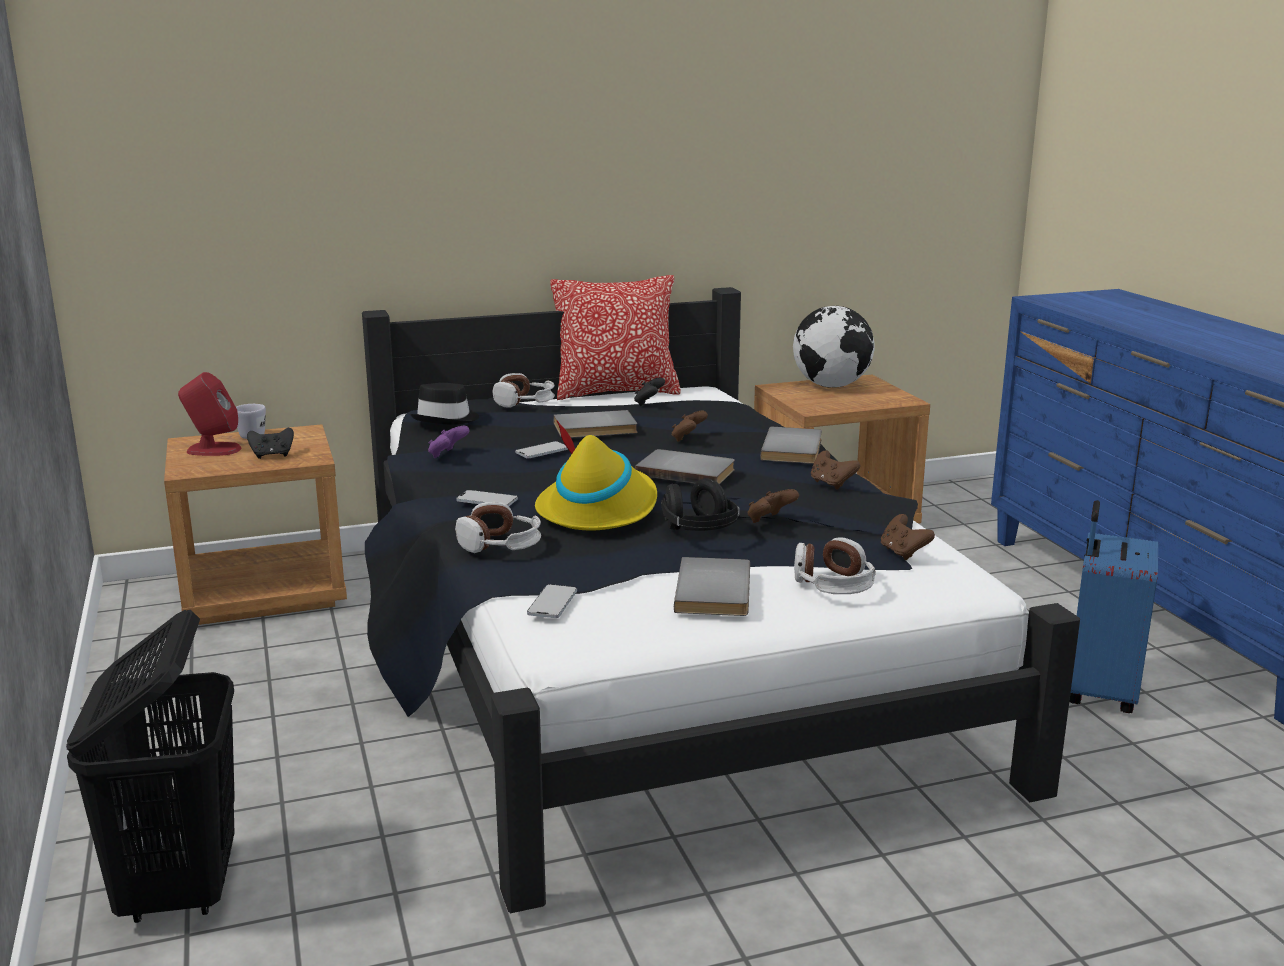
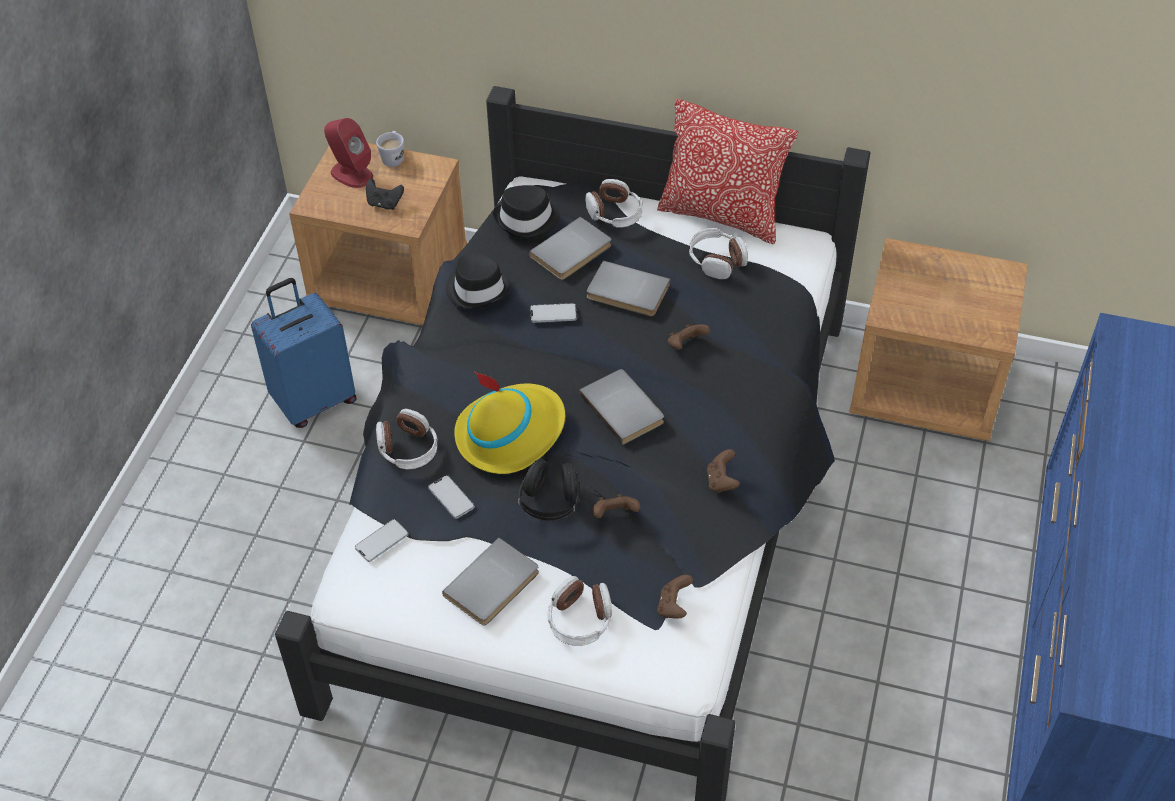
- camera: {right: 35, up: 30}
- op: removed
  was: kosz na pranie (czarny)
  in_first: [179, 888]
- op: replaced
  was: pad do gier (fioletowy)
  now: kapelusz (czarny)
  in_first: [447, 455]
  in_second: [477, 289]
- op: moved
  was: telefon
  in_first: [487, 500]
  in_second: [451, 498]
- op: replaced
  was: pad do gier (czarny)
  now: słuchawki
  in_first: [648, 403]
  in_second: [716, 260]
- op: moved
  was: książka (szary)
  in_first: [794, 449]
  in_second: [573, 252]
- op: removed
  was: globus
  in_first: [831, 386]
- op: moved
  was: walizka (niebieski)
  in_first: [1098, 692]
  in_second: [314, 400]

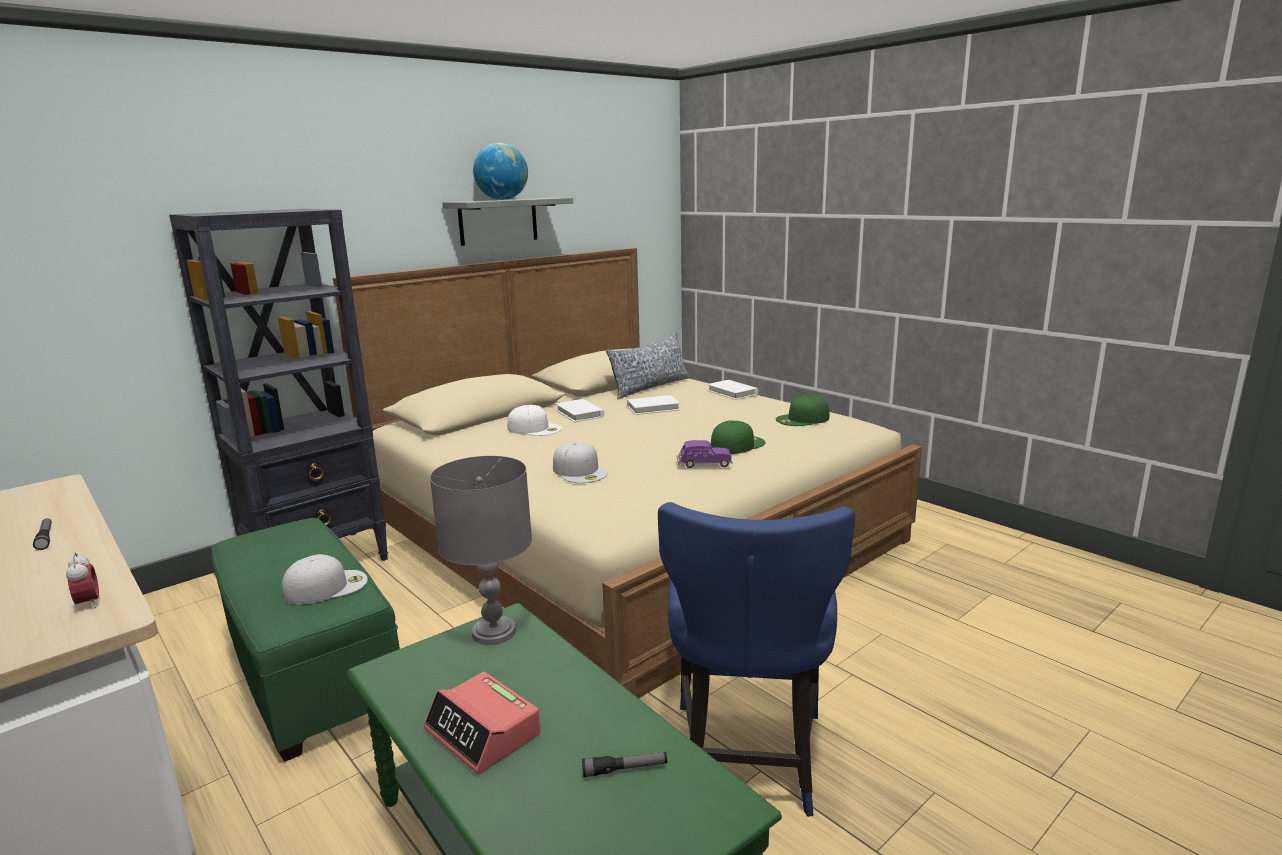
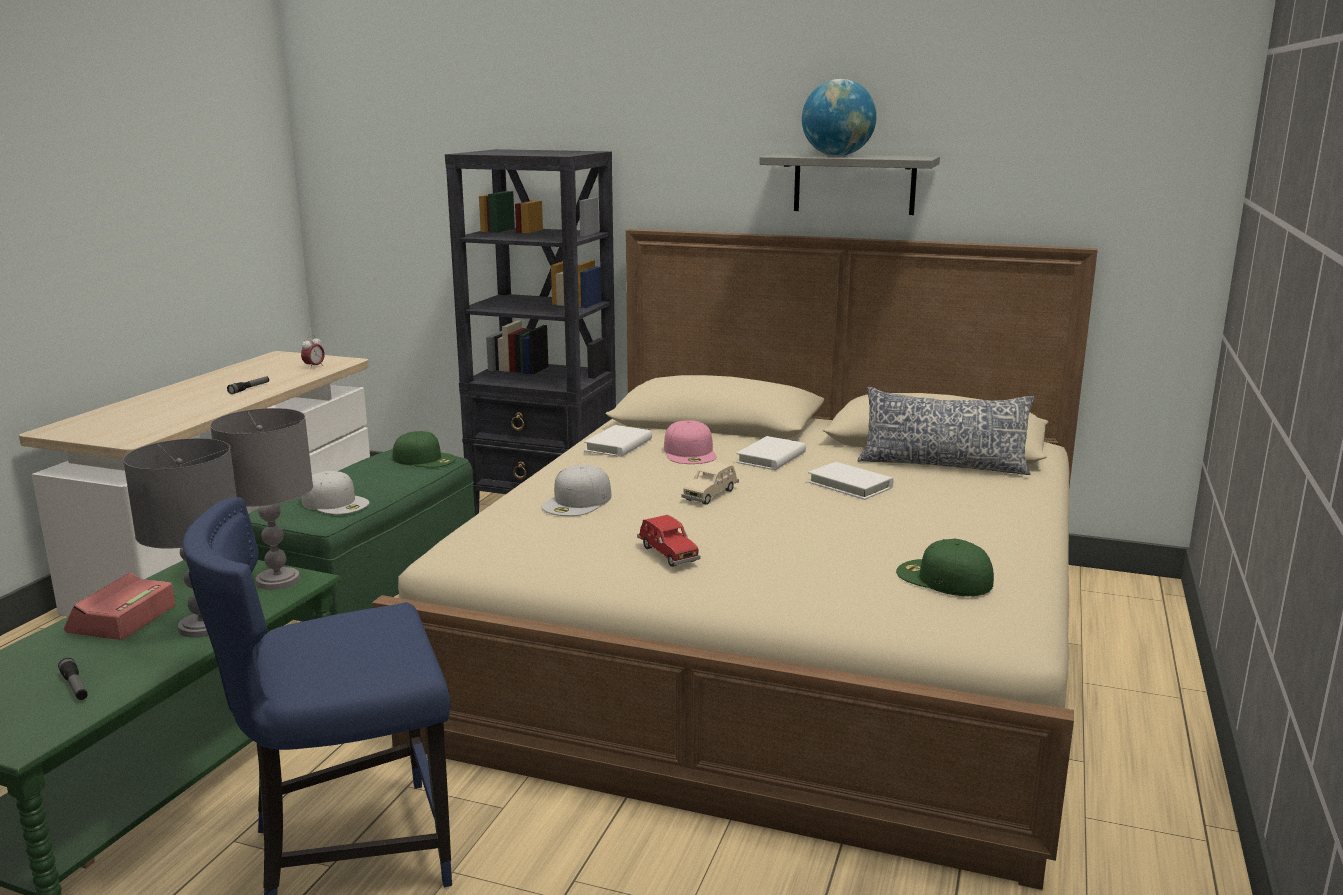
- camera: {right: 60, up: 0}
- op: moved
  was: budzik
  in_first: [88, 604]
  in_second: [314, 367]
- op: recoloured
  was: czapka z daszkiem (biały)
  now: czapka z daszkiem (różowy)
  in_first: [535, 428]
  in_second: [690, 452]
- op: recoloured
  was: samochodzik (fioletowy)
  now: samochodzik (czerwony)
  in_first: [704, 464]
  in_second: [667, 554]
- op: moved
  was: książka (biały)
  in_first: [732, 392]
  in_second: [618, 445]
- op: moved
  was: czapka z daszkiem (zielony)
  in_first: [737, 444]
  in_second: [425, 459]
- op: added
  now: lampa stołowa (szary)
  in_second: [203, 627]
- op: added
  now: samochodzik (beżowy)
  in_second: [710, 495]

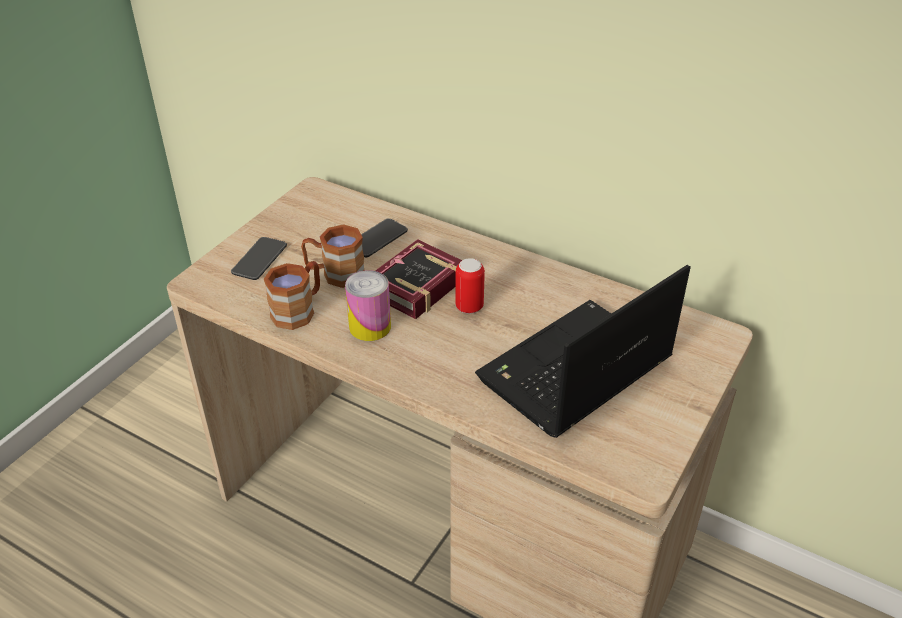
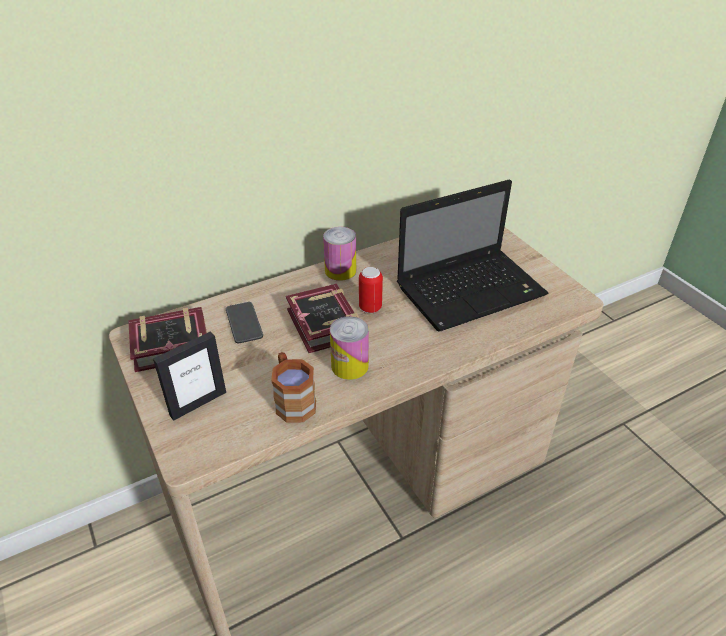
- camera: {right: -60, up: 0}
- op: replaced
  was: telefon
  now: ramka na zdjęcie
  in_first: [259, 259]
  in_second: [198, 403]
- op: removed
  was: kubek (brązowy)
  in_first: [335, 274]
- op: turned
  was: laptop
  in_first: [573, 373]
  in_second: [472, 289]
  clockwise: -105
- op: added
  now: książka
  in_second: [175, 346]
- op: added
  now: puszka
  in_second: [340, 271]

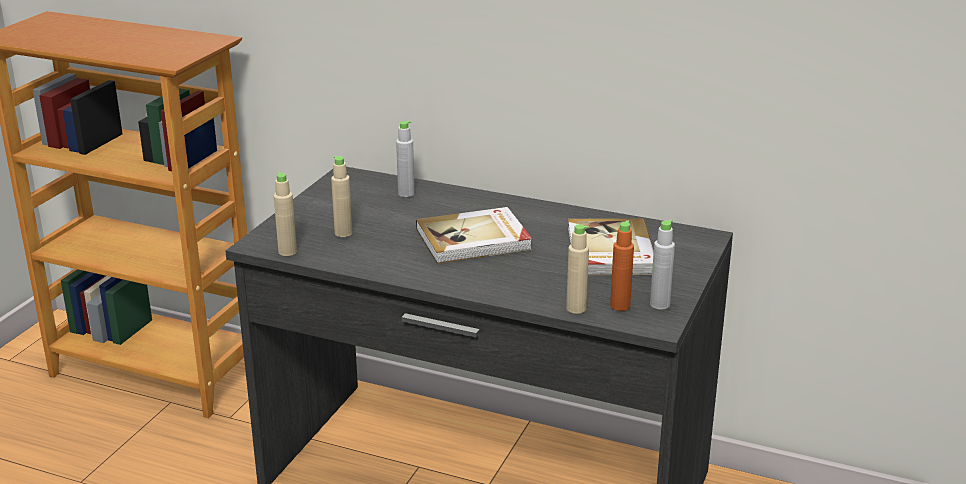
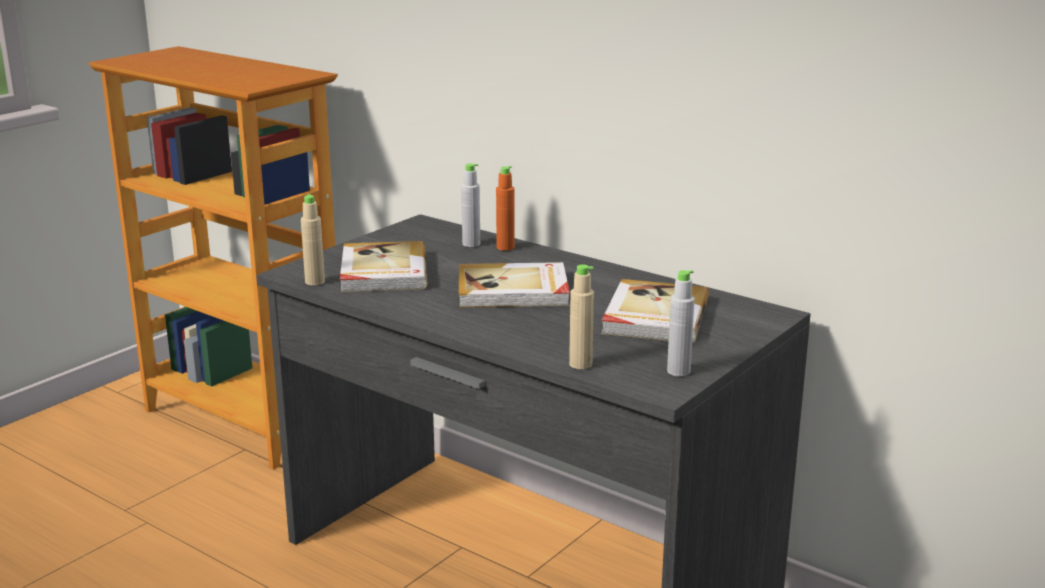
- camera: {right: 15, up: -5}
- op: replaced
  was: butelka (beżowy)
  now: książka
  in_first: [343, 233]
  in_second: [382, 272]
- op: moved
  was: butelka (pomarańczowy)
  in_first: [620, 306]
  in_second: [505, 247]

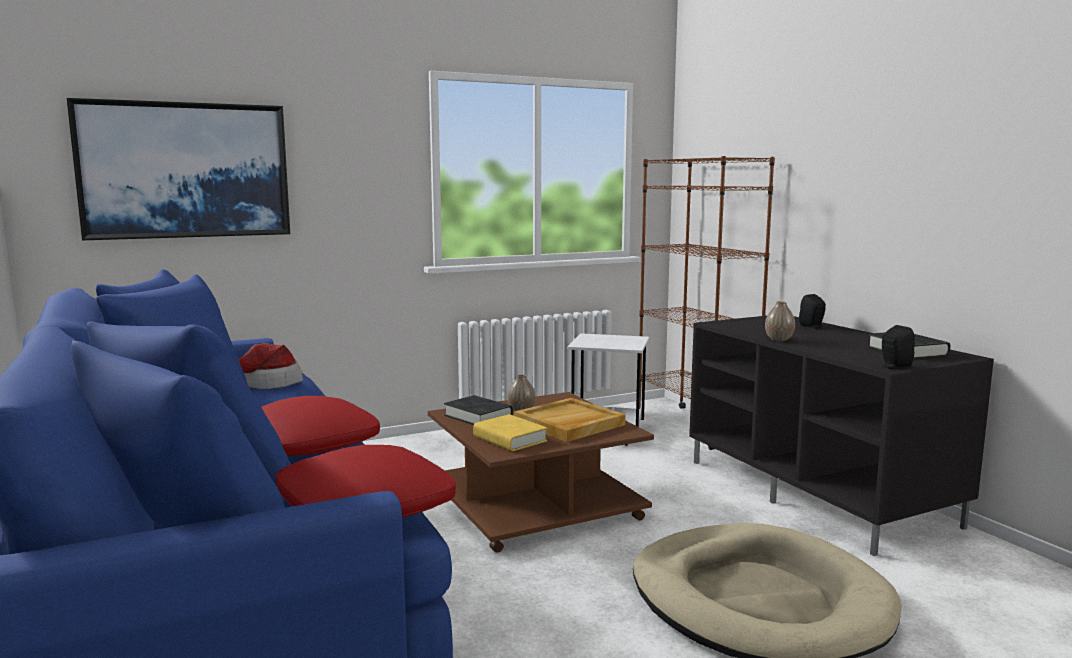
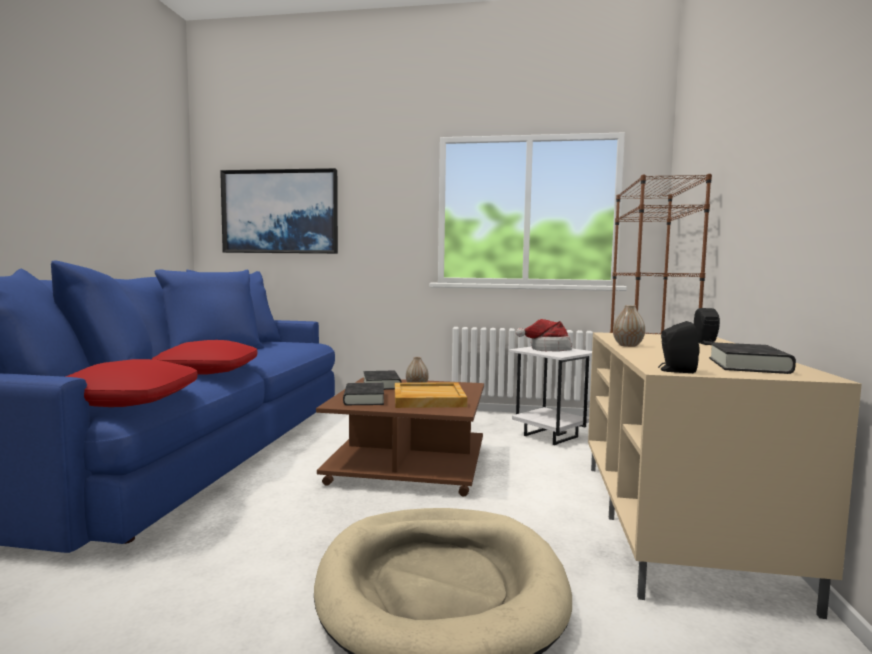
- camera: {right: 35, up: -5}
- op: moved
  was: kapelusz
  in_first: [269, 383]
  in_second: [547, 349]
- op: recoloured
  was: książka (żółty)
  now: książka (czarny)
  in_first: [510, 439]
  in_second: [364, 399]
- op: recoloured
  was: szafka pod telewizor (czarny)
  now: szafka pod telewizor (beżowy)
  in_first: [819, 492]
  in_second: [680, 525]

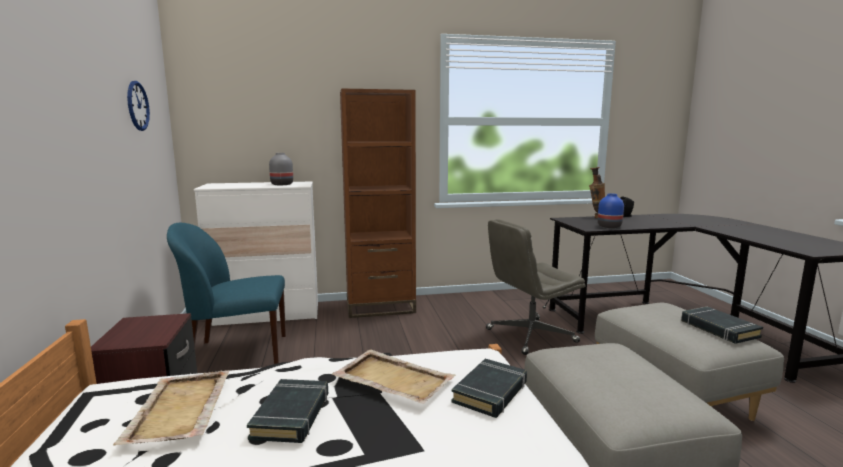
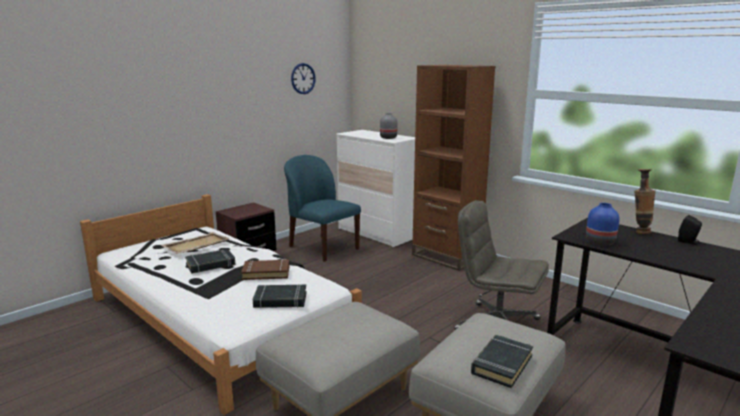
- camera: {right: 55, up: 5}
- op: replaced
  was: taca (beżowy)
  now: książka (brązowy)
  in_first: [393, 379]
  in_second: [266, 273]

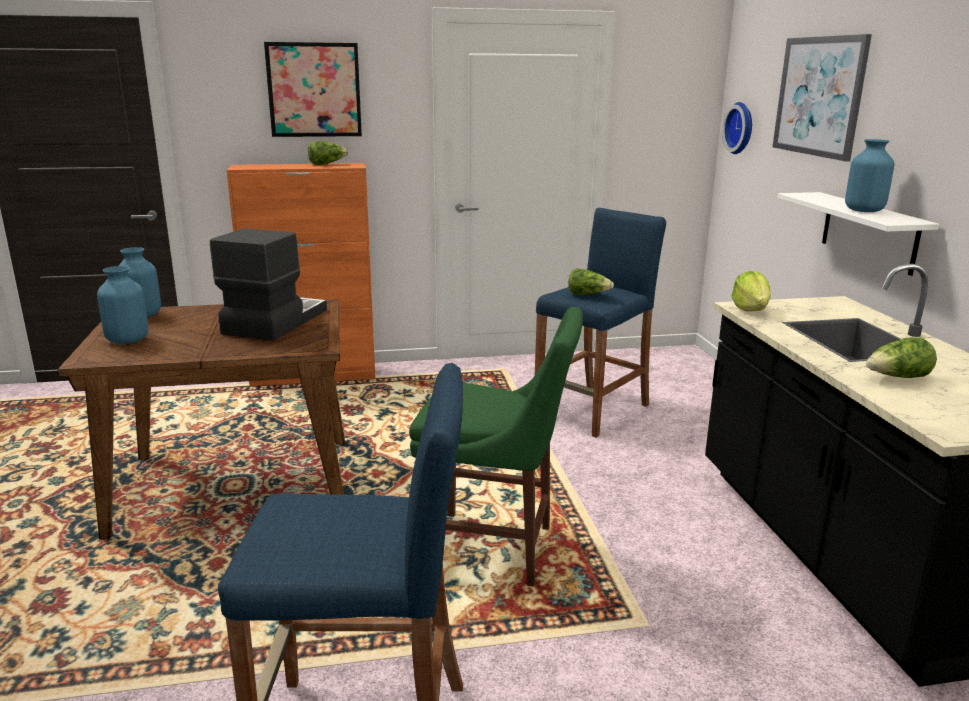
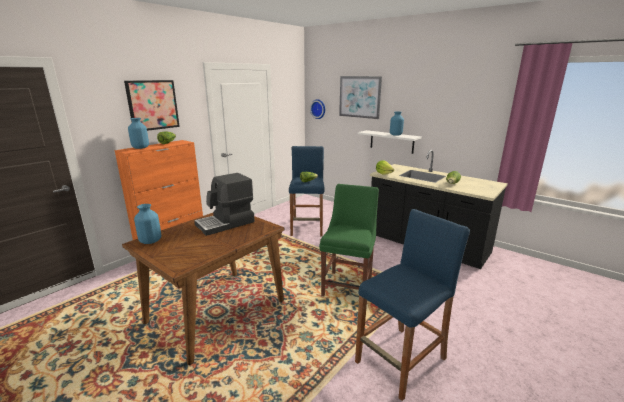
- camera: {right: -40, up: 0}
- op: moved
  was: wazon (niebieski)
  in_first: [128, 340]
  in_second: [141, 148]
- op: turned
  was: ekspres do kawy
  in_first: [274, 322]
  in_second: [226, 223]
  clockwise: -105
- op: turned
  was: krzesło (zielony)
  in_first: [495, 549]
  in_second: [348, 285]
  clockwise: -45

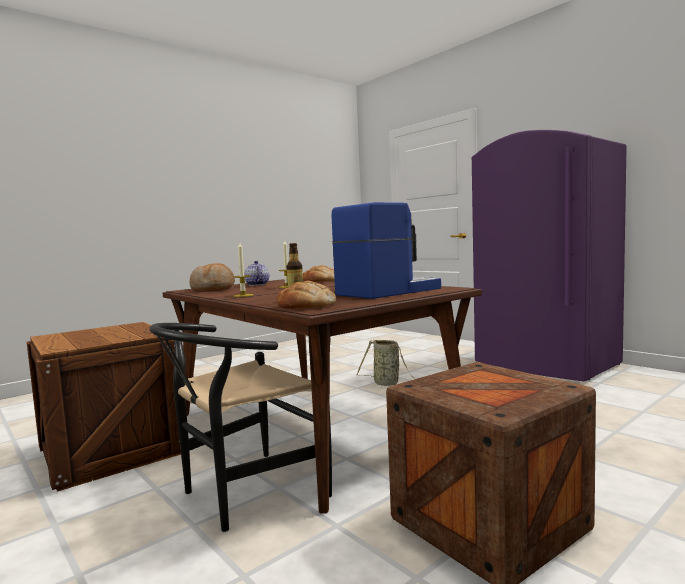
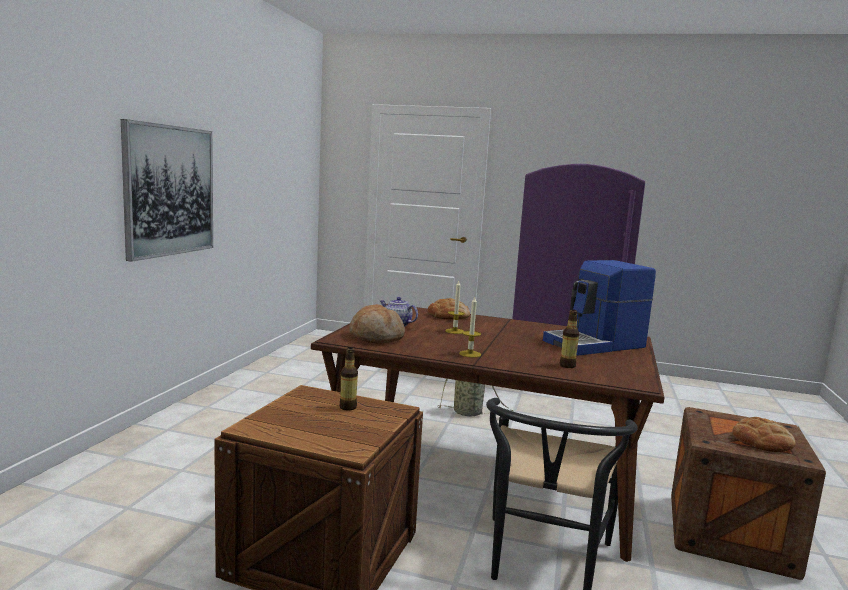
- camera: {right: -35, up: 5}
- op: moved
  was: chleb
  in_first: [306, 305]
  in_second: [762, 441]
- op: turned
  was: ekspres do kawy
  in_first: [386, 292]
  in_second: [596, 344]
  clockwise: -135
- op: added
  now: obraz
  in_second: [169, 190]
- op: added
  now: butelka
  in_second: [348, 407]

